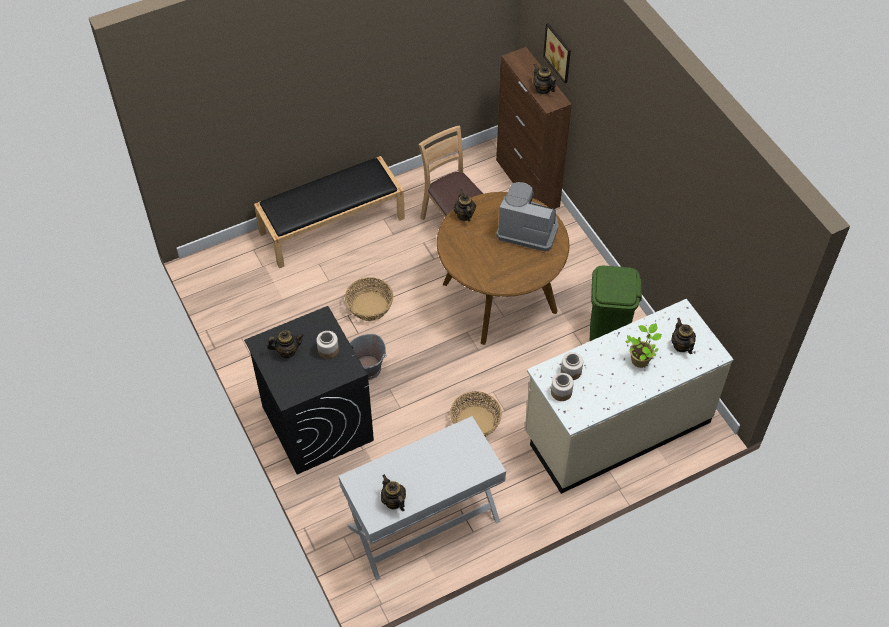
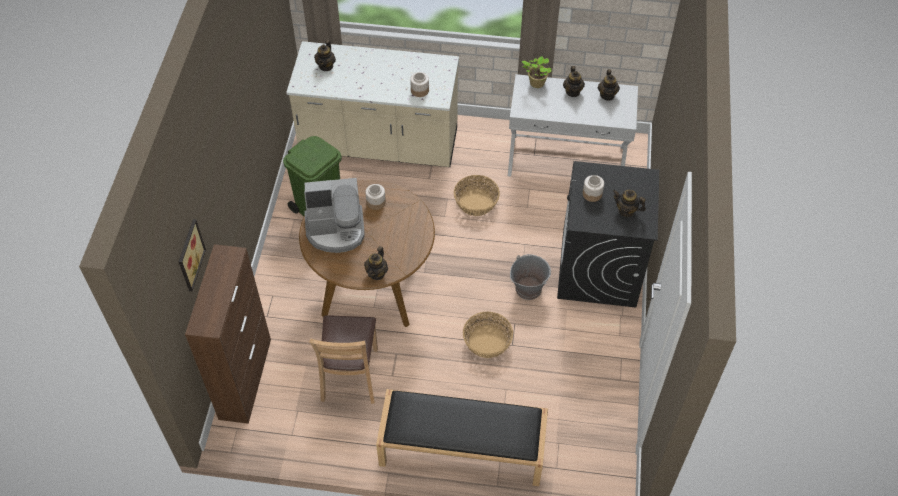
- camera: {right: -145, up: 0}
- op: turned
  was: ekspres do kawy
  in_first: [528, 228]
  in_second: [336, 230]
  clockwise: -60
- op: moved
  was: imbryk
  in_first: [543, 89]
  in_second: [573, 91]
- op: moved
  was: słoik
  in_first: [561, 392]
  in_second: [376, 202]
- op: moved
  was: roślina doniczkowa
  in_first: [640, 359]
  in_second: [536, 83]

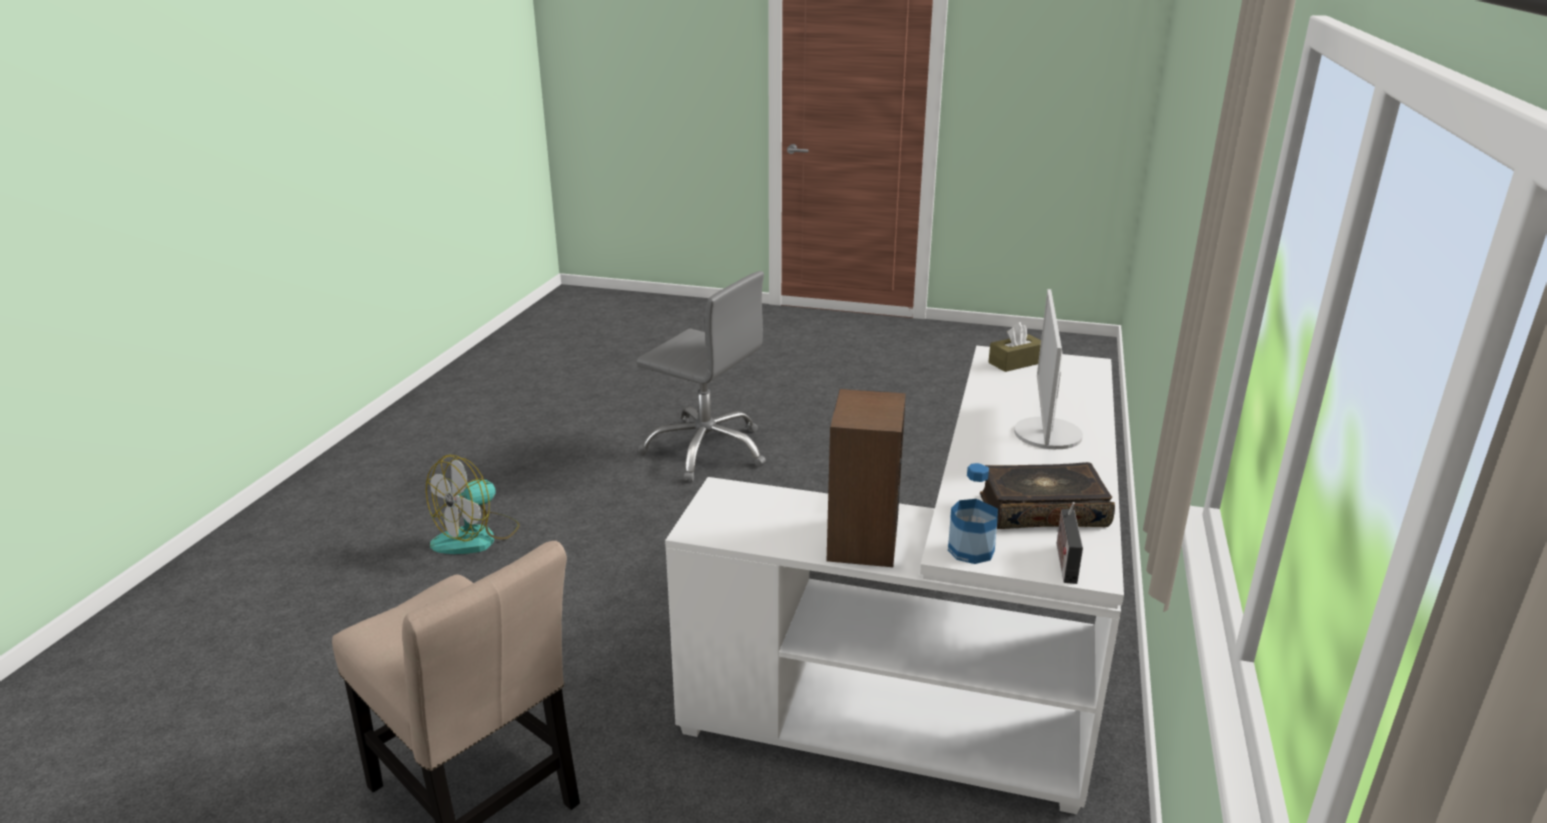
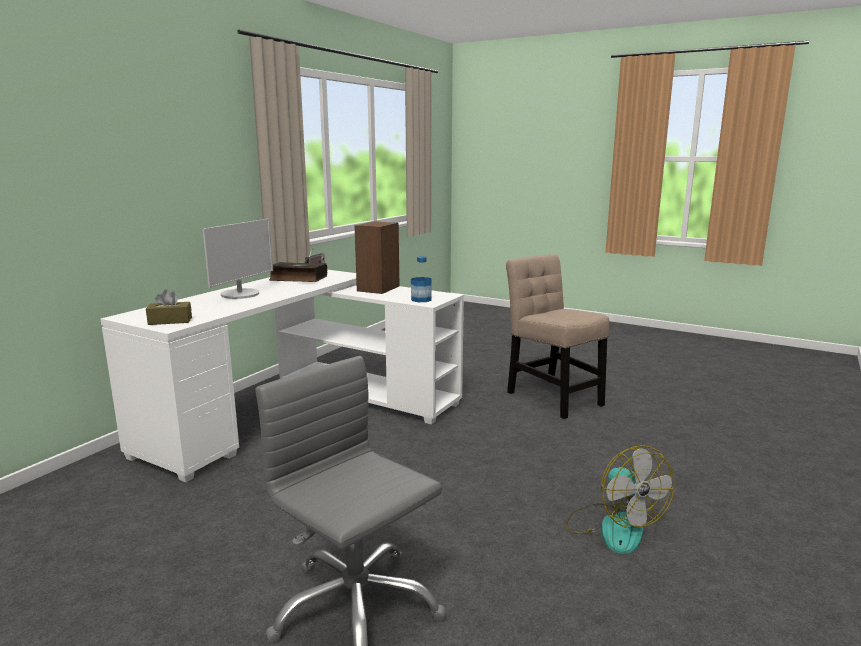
- camera: {right: -165, up: -10}
- op: turned
  was: wentylator
  in_first: [476, 536]
  in_second: [613, 527]
  clockwise: 105
- op: moved
  was: butelka
  in_first: [971, 550]
  in_second: [421, 299]

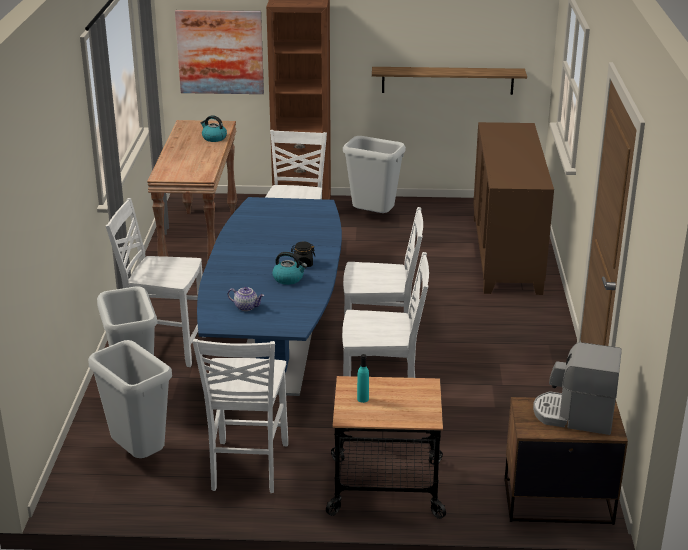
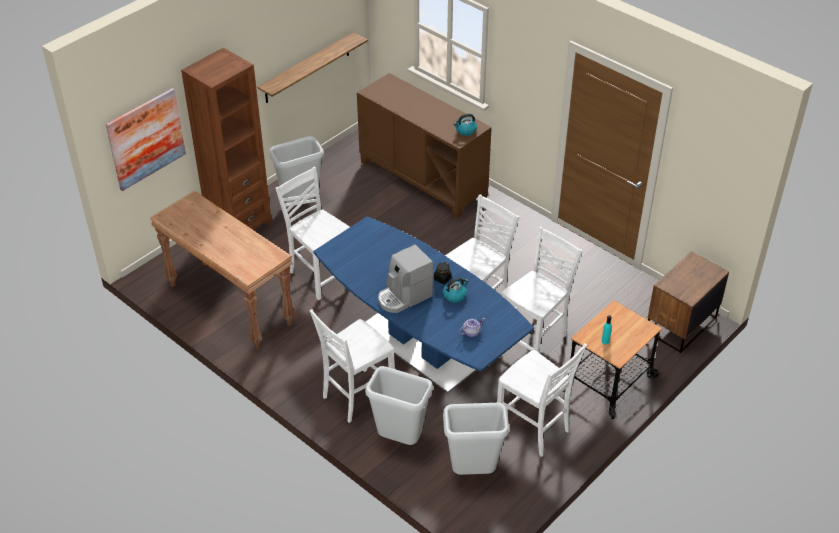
- camera: {right: -50, up: 15}
- op: moved
  was: czajnik
  in_first: [214, 138]
  in_second: [465, 131]
- op: moved
  was: ekspres do kawy
  in_first: [574, 416]
  in_second: [404, 297]

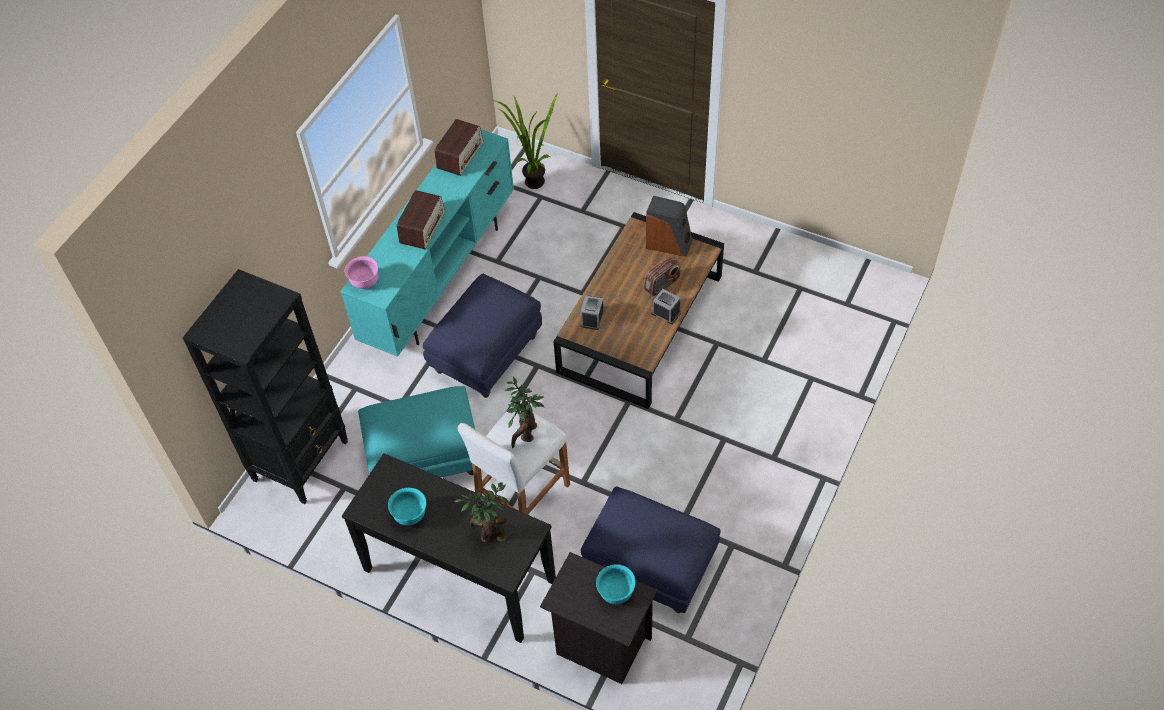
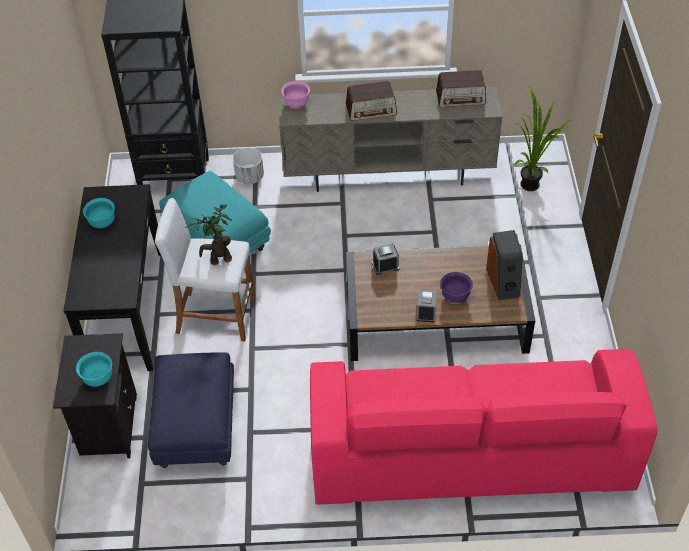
- camera: {right: 60, up: -5}
- op: recoloured
  was: szafka pod telewizor (turkusowy)
  now: szafka pod telewizor (beżowy)
  in_first: [441, 277]
  in_second: [389, 175]
- op: removed
  was: pufa (niebieski)
  in_first: [487, 353]
- op: removed
  was: roślina doniczkowa
  in_first: [490, 534]
- op: replaced
  was: radio
  now: miska (fioletowy)
  in_first: [662, 284]
  in_second: [455, 296]
- op: added
  now: donica (biały)
  in_second: [250, 177]
- op: added
  now: kanapa (różowy)
  in_second: [469, 452]

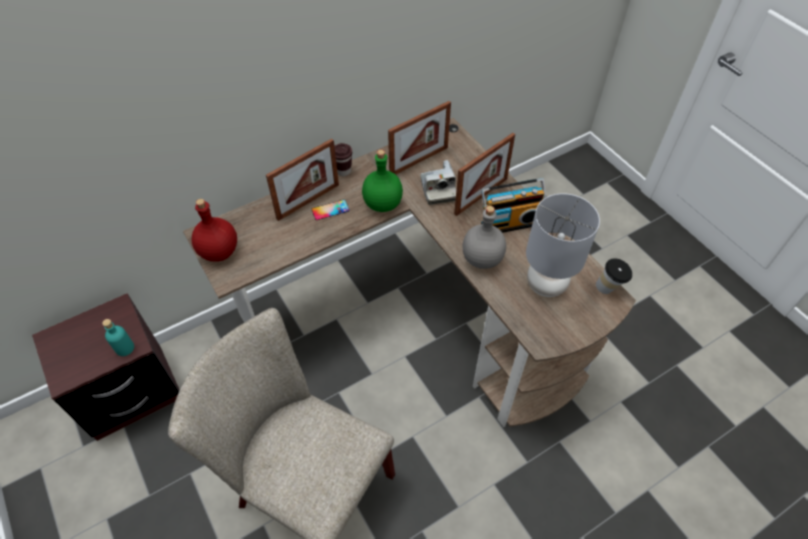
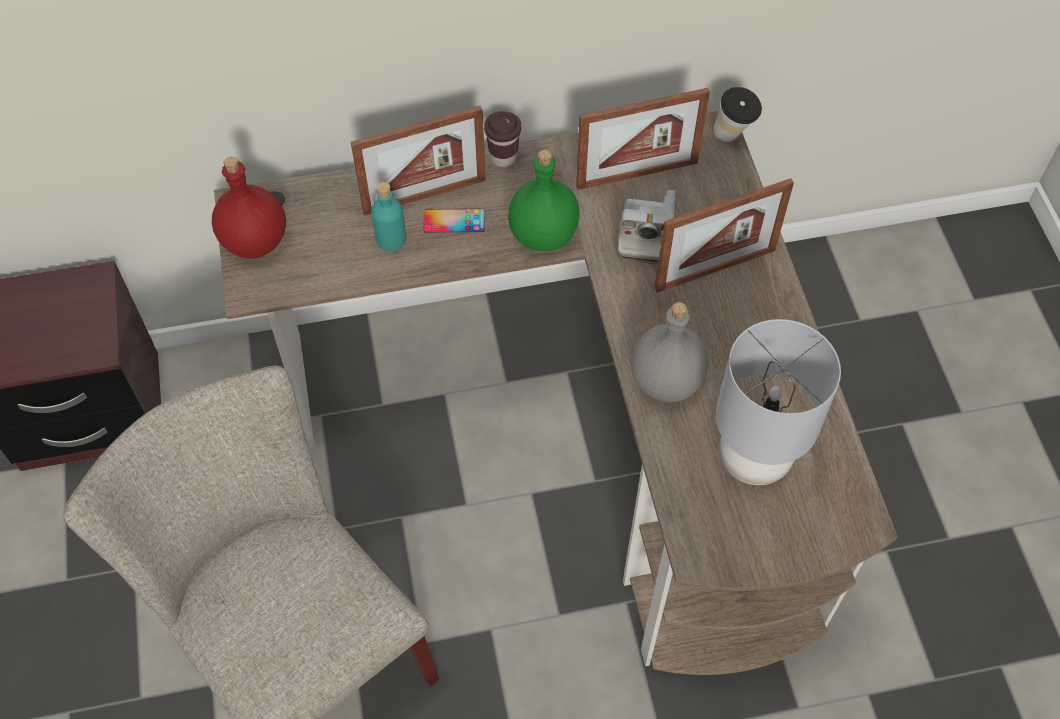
- camera: {right: 20, up: 5}
- op: moved
  was: butelka (turkusowy)
  in_first: [125, 348]
  in_second: [391, 239]
- op: removed
  was: radio
  in_first: [509, 222]
- op: moved
  was: filiżanka
  in_first: [609, 288]
  in_second: [733, 136]

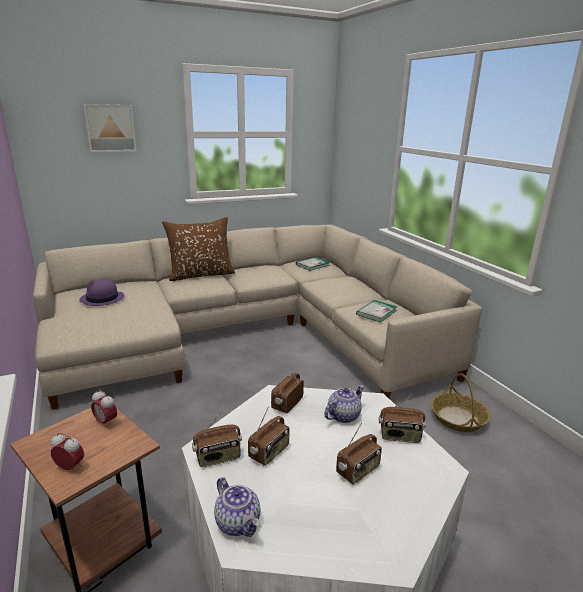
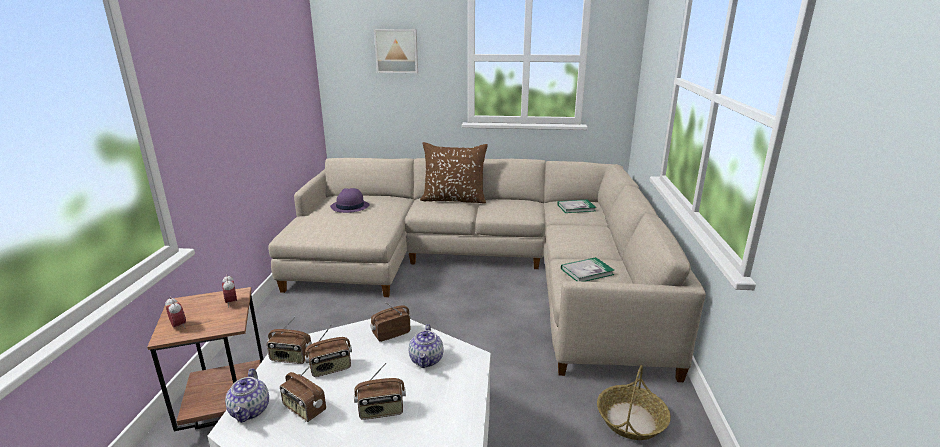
- camera: {right: 30, up: 0}
- op: turned
  was: imbryk
  in_first: [343, 415]
  in_second: [427, 360]
  clockwise: 105
- op: moved
  was: radio
  in_first: [400, 436]
  in_second: [304, 409]

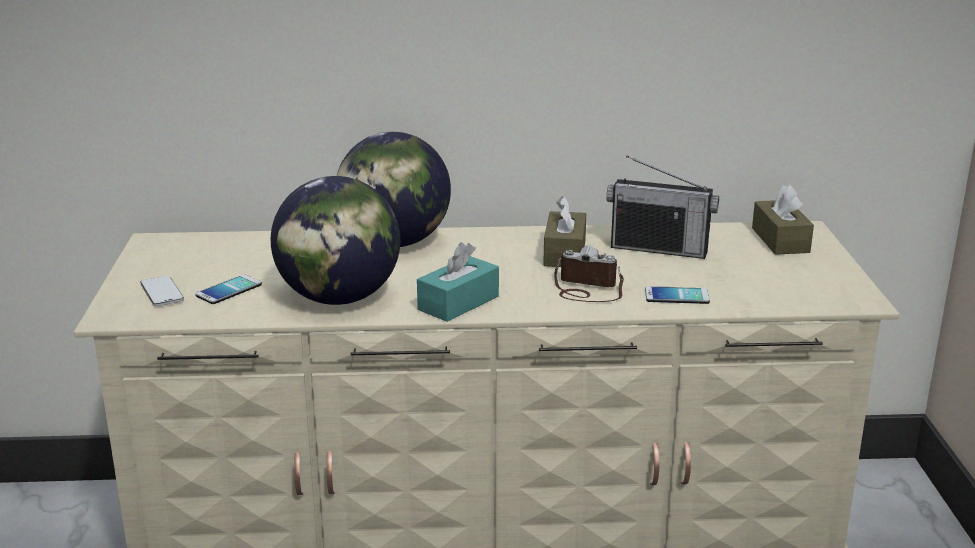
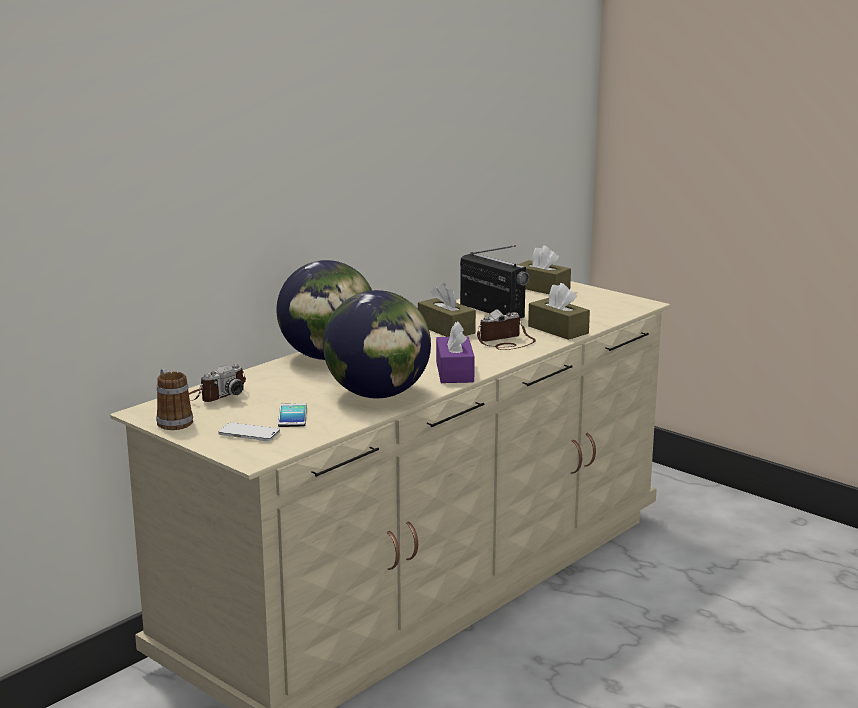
- camera: {right: -45, up: -5}
- op: recoloured
  was: pudełko chusteczek (turkusowy)
  now: pudełko chusteczek (fioletowy)
  in_first: [458, 303]
  in_second: [454, 372]
- op: turned
  was: radio
  in_first: [659, 249]
  in_second: [491, 311]
  clockwise: -105
- op: replaced
  was: telefon
  now: pudełko chusteczek (brązowy)
  in_first: [677, 296]
  in_second: [558, 330]
- op: added
  now: kubek
  in_second: [172, 421]
- op: added
  now: aparat fotograficzny
  in_second: [215, 395]

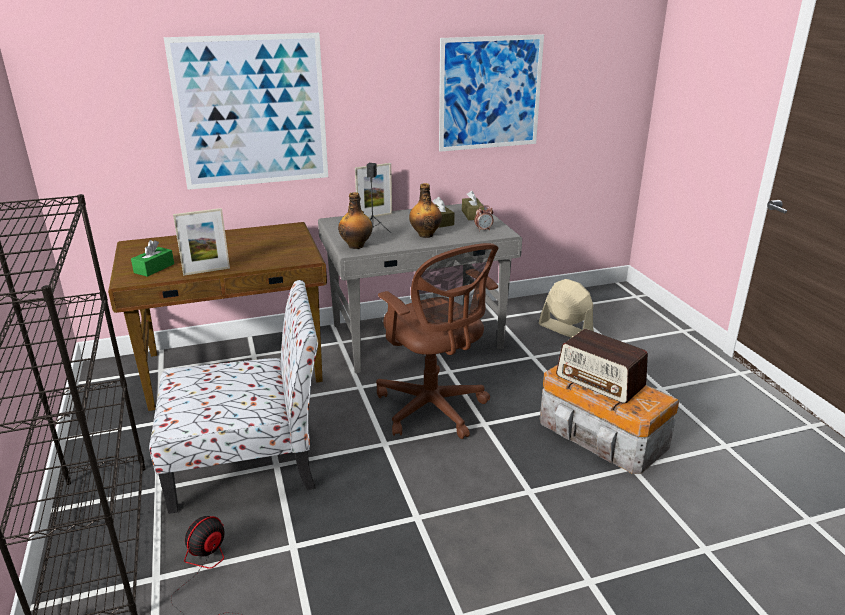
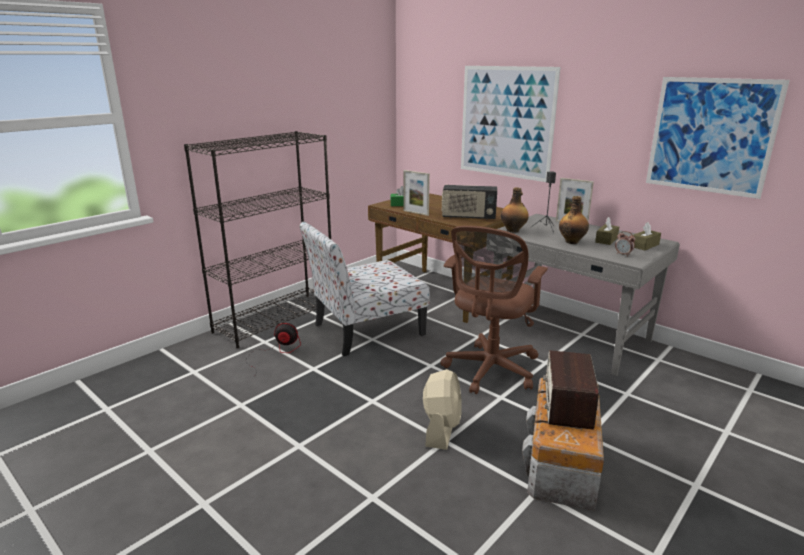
- camera: {right: 60, up: -5}
- op: turned
  was: krzesło
  in_first: [248, 462]
  in_second: [366, 330]
  clockwise: 105
- op: moved
  was: wentylator (beżowy)
  in_first: [565, 329]
  in_second: [441, 428]
- op: added
  now: radio
  in_second: [468, 217]

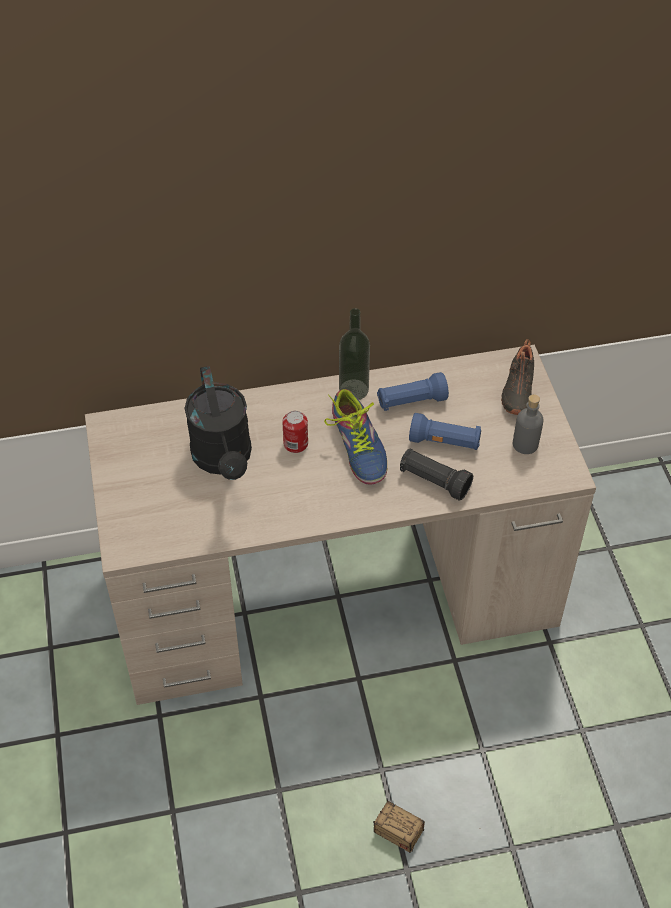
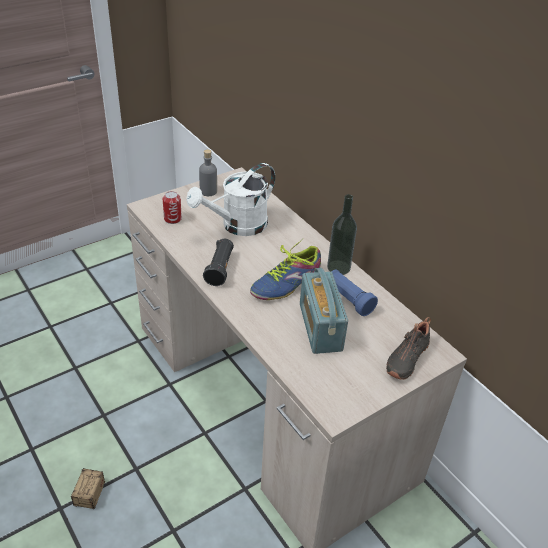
- camera: {right: 65, up: -10}
- op: recoloured
  was: konewka (czarny)
  now: konewka (biały)
  in_first: [224, 460]
  in_second: [237, 226]
- op: moved
  was: puszka
  in_first: [295, 444]
  in_second: [172, 219]
- op: moved
  was: latarka (czarny)
  in_first: [434, 481]
  in_second: [220, 269]
- op: replaced
  was: latarka (niebieski)
  now: radio
  in_first: [445, 442]
  in_second: [320, 327]
- op: turned
  was: but (czarny)
  in_first: [517, 390]
  in_second: [405, 358]
  clockwise: -45
- op: moved
  was: butelka (szary)
  in_first: [525, 444]
  in_second: [208, 191]

